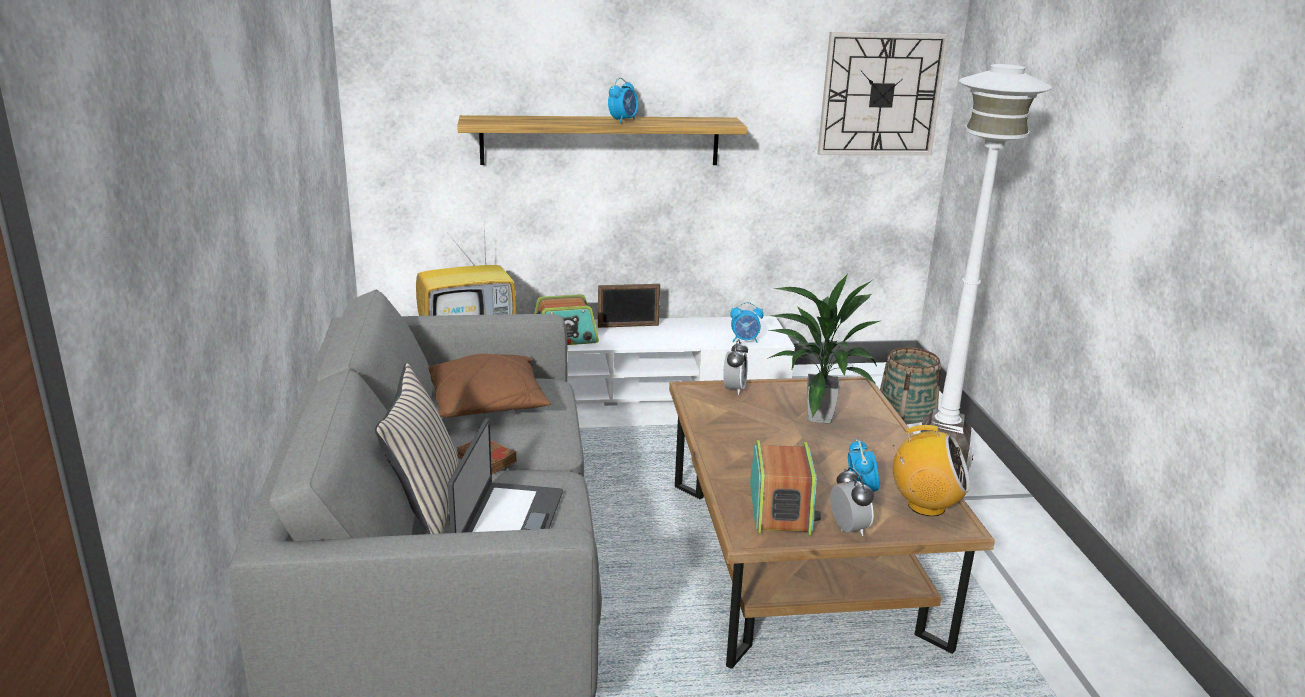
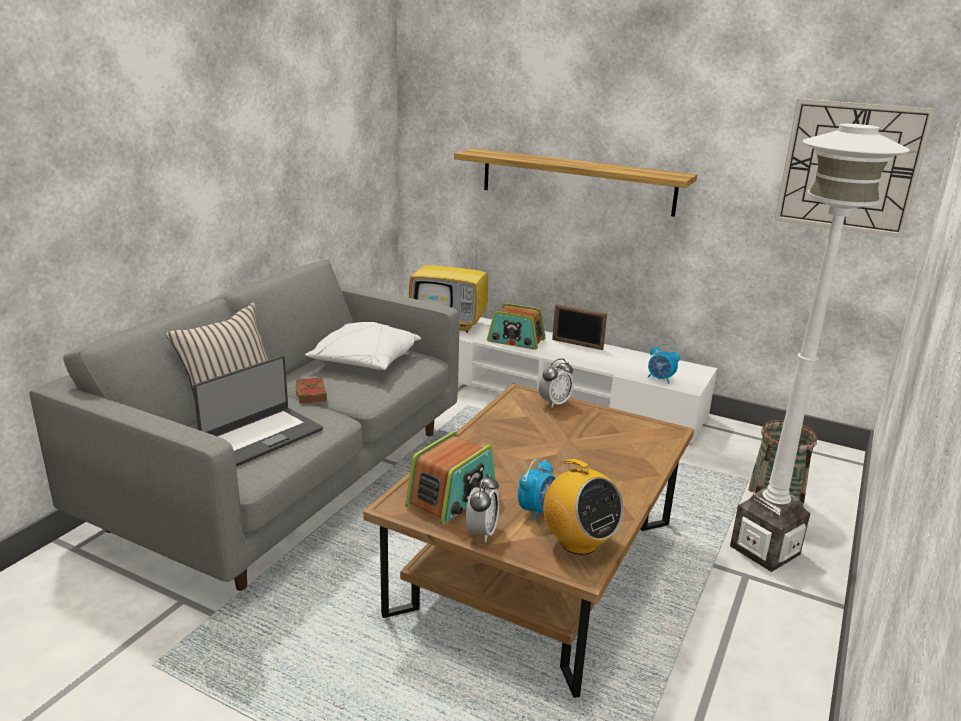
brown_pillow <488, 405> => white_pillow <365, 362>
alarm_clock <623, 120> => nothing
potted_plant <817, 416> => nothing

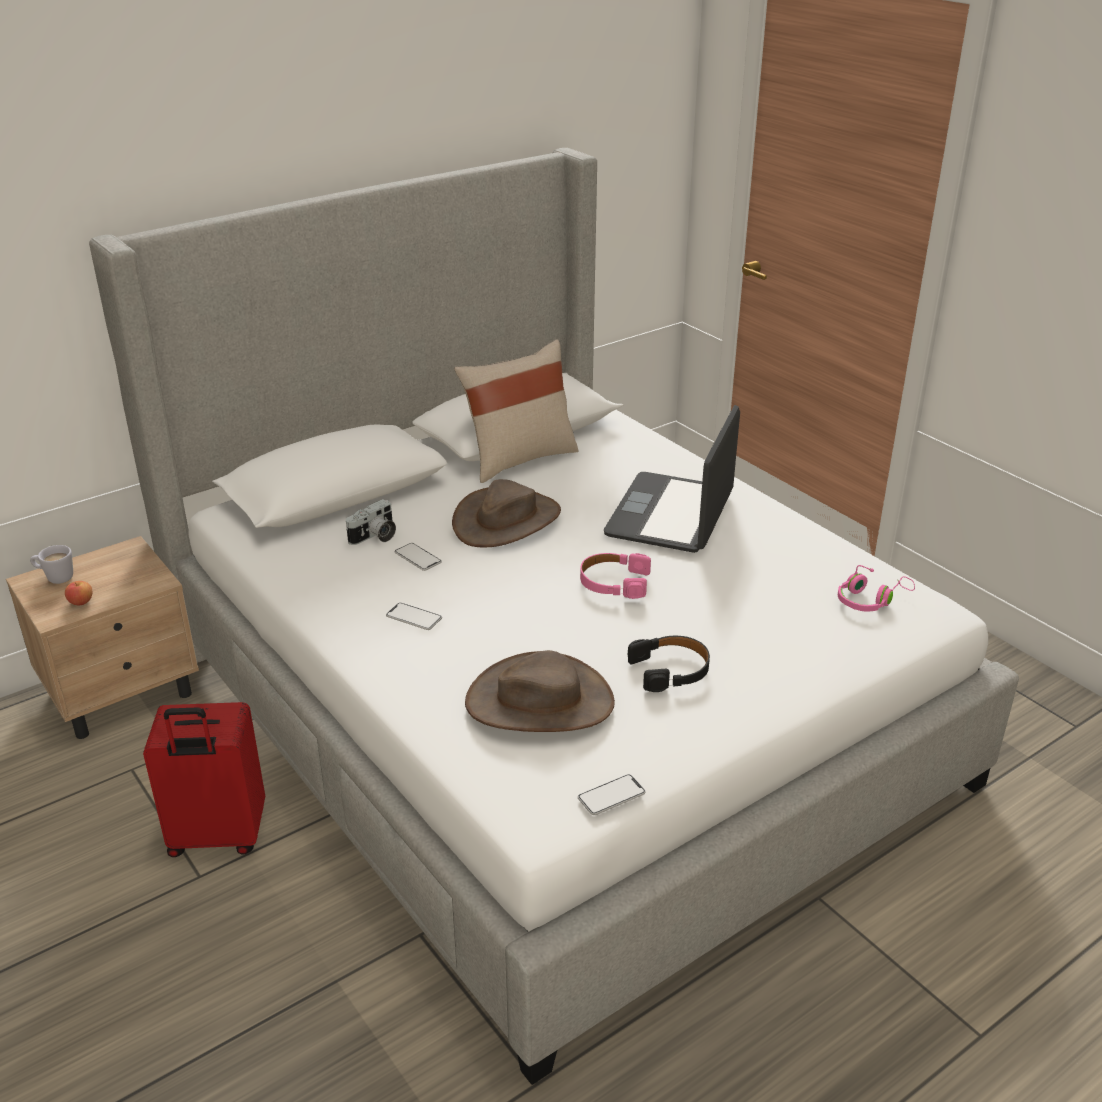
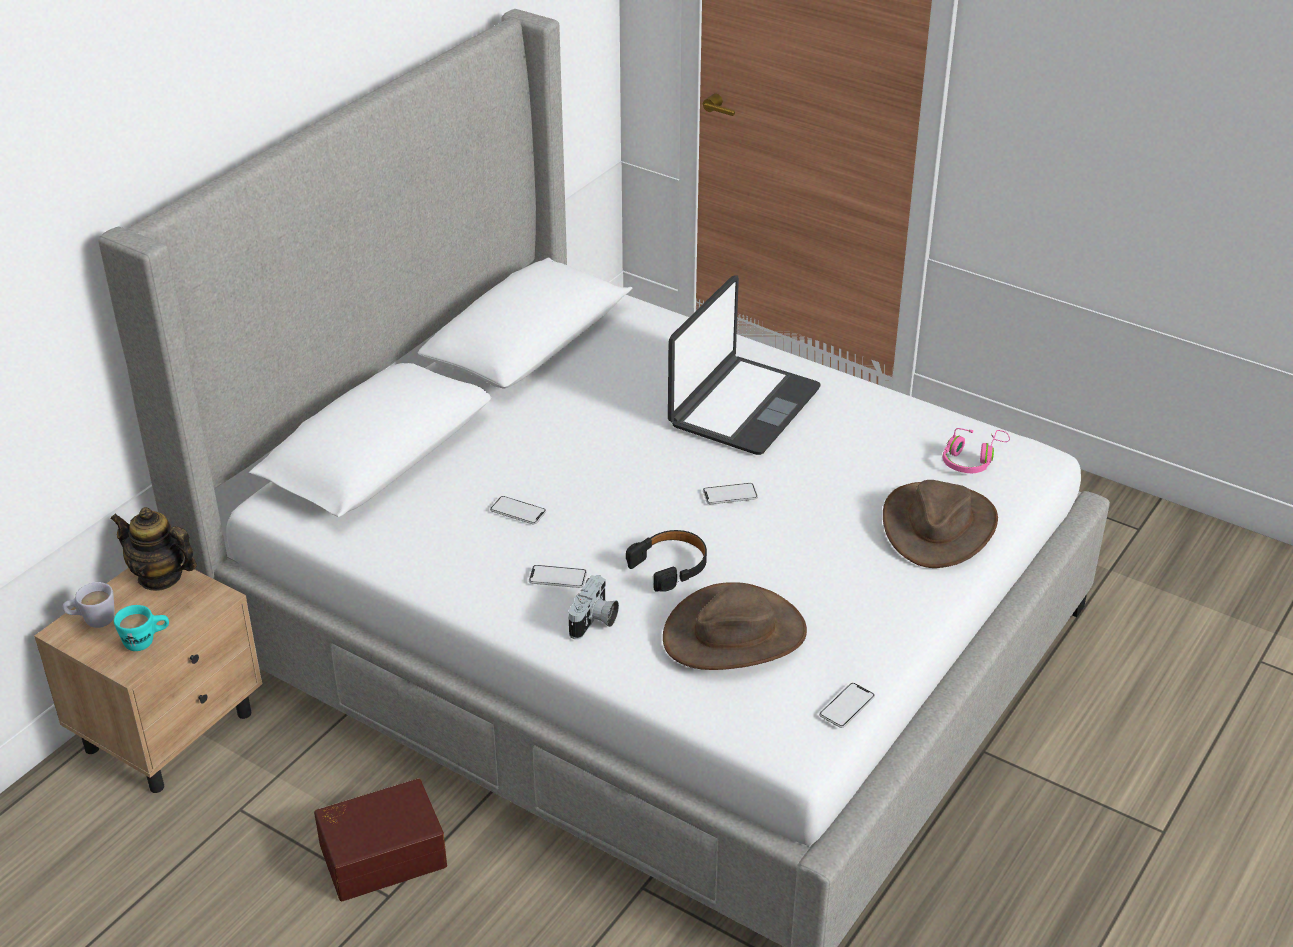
apple <81, 602> => turquoise_mug <146, 641>
red_suitcase <217, 837> => brown_storage_box <382, 853>
photo_camera <375, 537> => photo_camera <594, 622>, moved
brown_hat <506, 520> => brown_hat <938, 525>, moved
beige_pillow <519, 458> => nothing
pink_headphones <614, 582> => phone <730, 495>
laptop <671, 515> => laptop <742, 407>, 150 degrees counterclockwise
black_headphones <670, 670> => black_headphones <670, 566>, moved
nothing => teapot <160, 576>

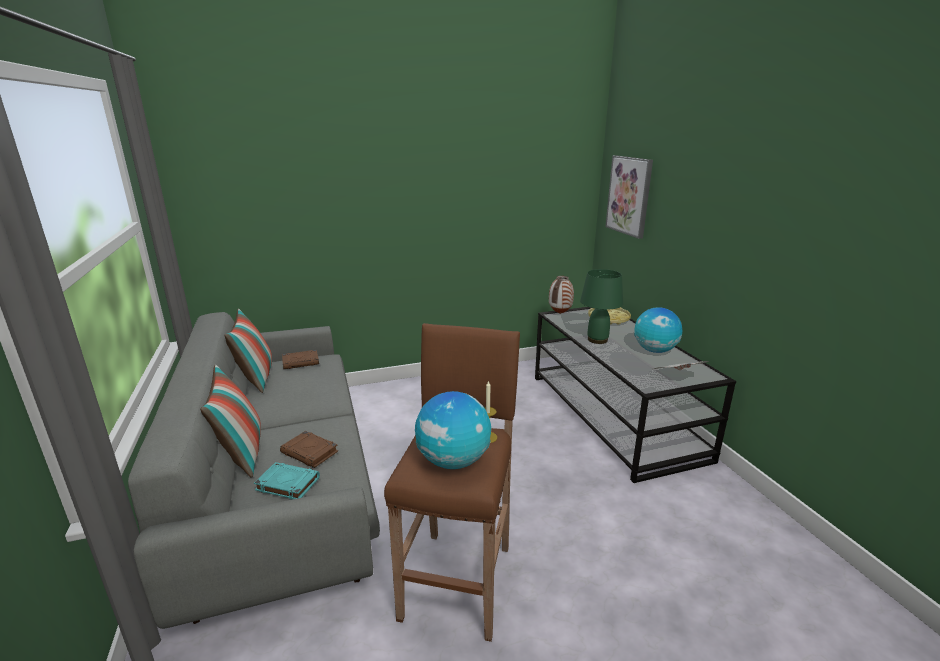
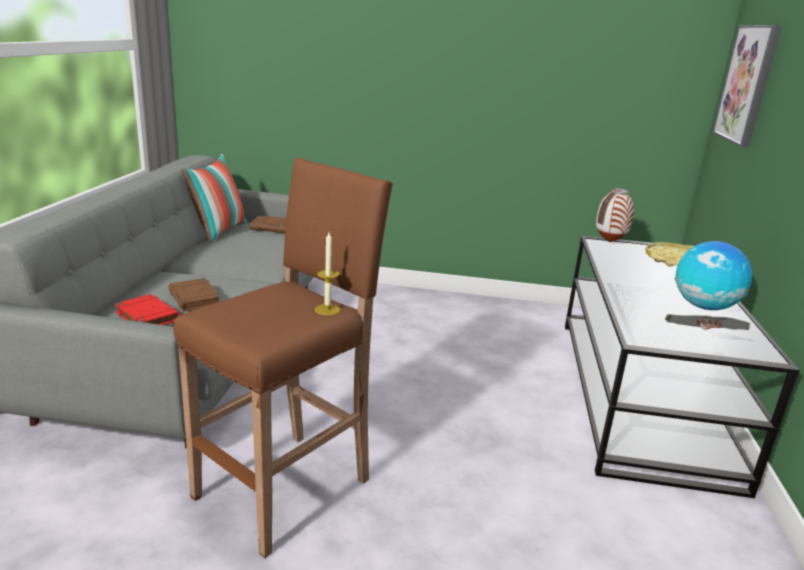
pillow <240, 454> => nothing
turquoise_book <287, 484> => red_book <147, 316>
globe <453, 461> => nothing
green_table_lamp <598, 340> => nothing

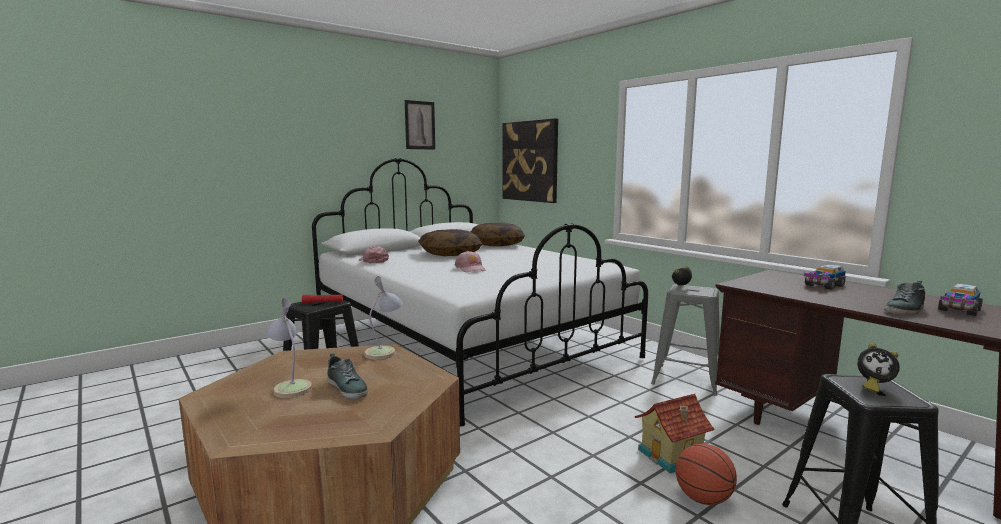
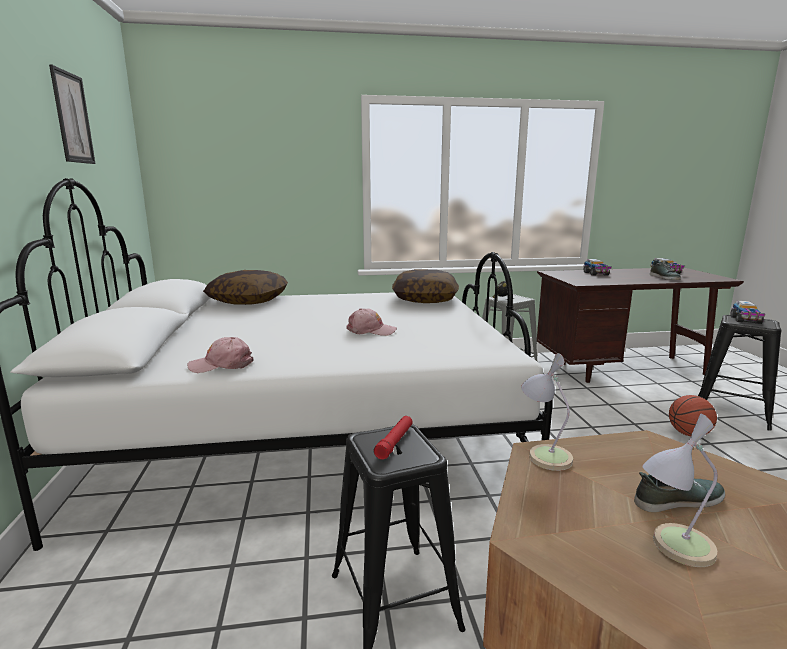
pillow <450, 254> => pillow <425, 299>, moved
picture <530, 161> => nothing
toy_house <672, 456> => nothing
alarm_clock <873, 386> => toy_truck <745, 320>

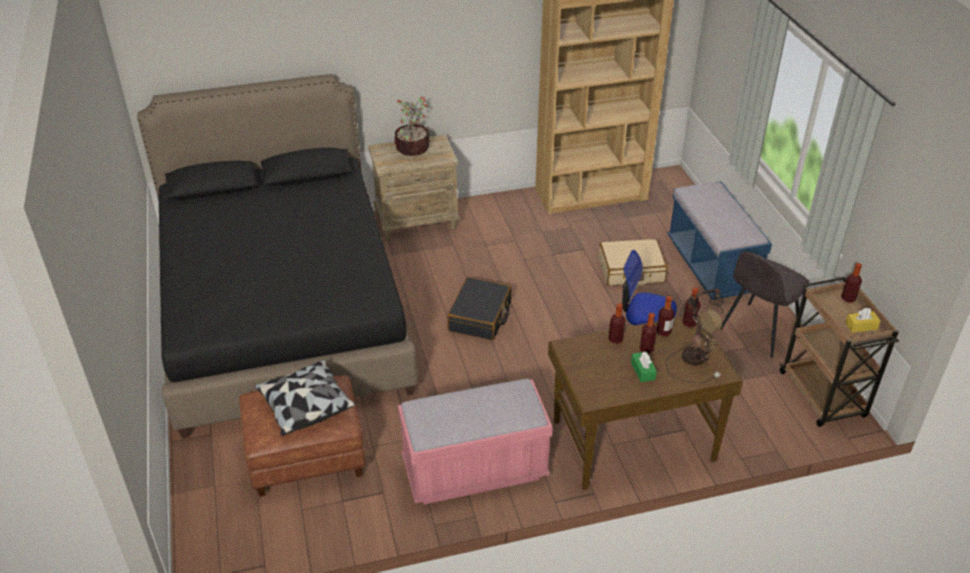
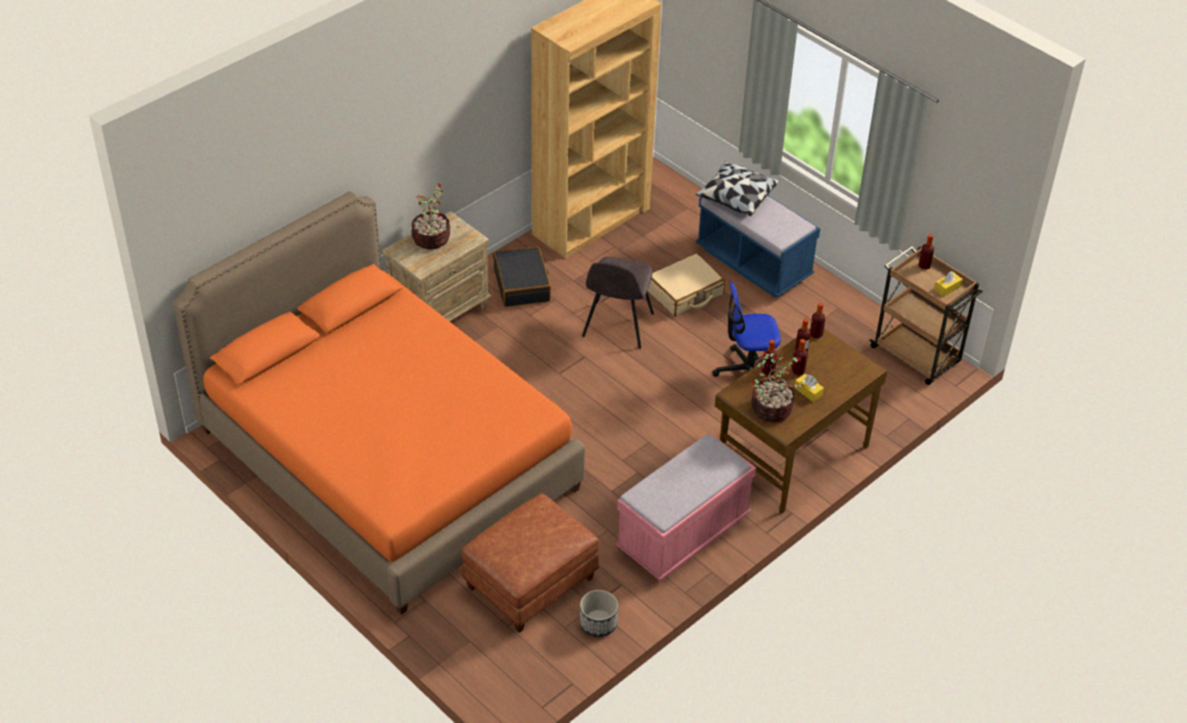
black_bed <283, 313> => orange_bed <388, 460>
pillow <305, 406> => pillow <736, 197>, moved
black_suitcase <480, 317> => black_suitcase <522, 284>, moved
green_tissue_box <642, 371> => yellow_tissue_box <808, 391>
table_lamp <693, 356> => nothing
grey_chair <758, 331> => grey_chair <617, 326>, moved
nothing => planter <598, 623>
nothing => potted_plant <773, 409>

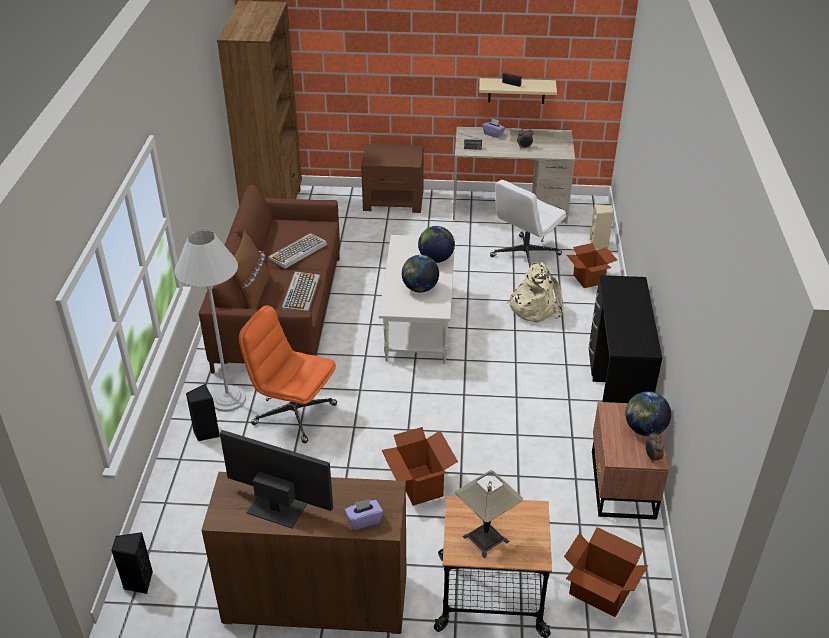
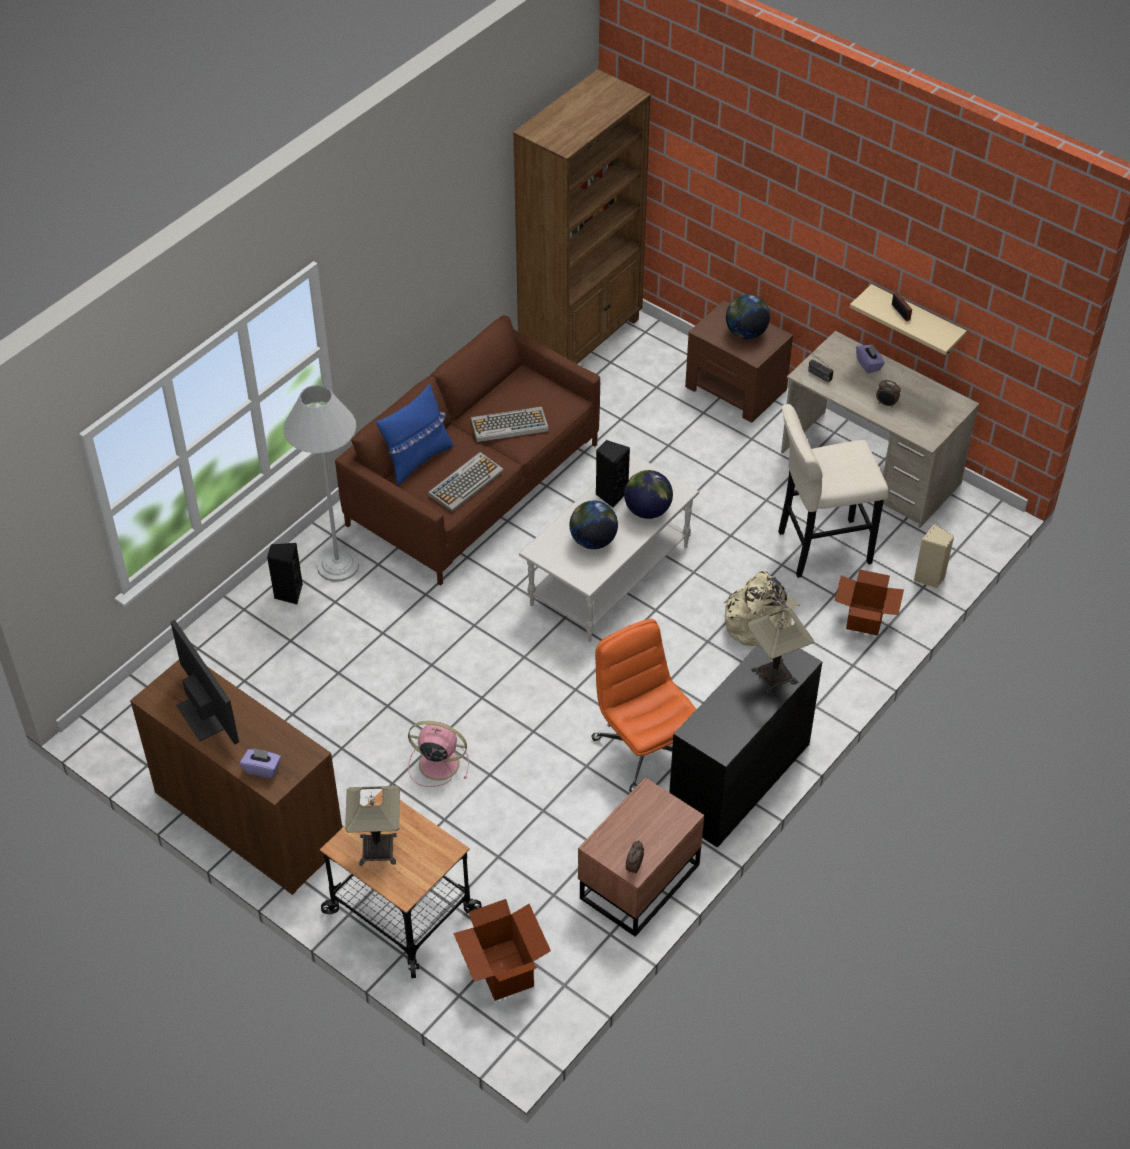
black_speaker <138, 582> => black_speaker <611, 494>, moved
brown_pillow <253, 294> => blue_pillow <417, 459>
orange_office_chair <293, 414> => orange_office_chair <644, 749>, moved
cardboard_box <419, 485> => pink_fan <437, 763>
white_office_chair <525, 256> => beige_stool <819, 548>
globe <644, 429> => globe <746, 333>, moved
nothing => table_lamp <774, 676>

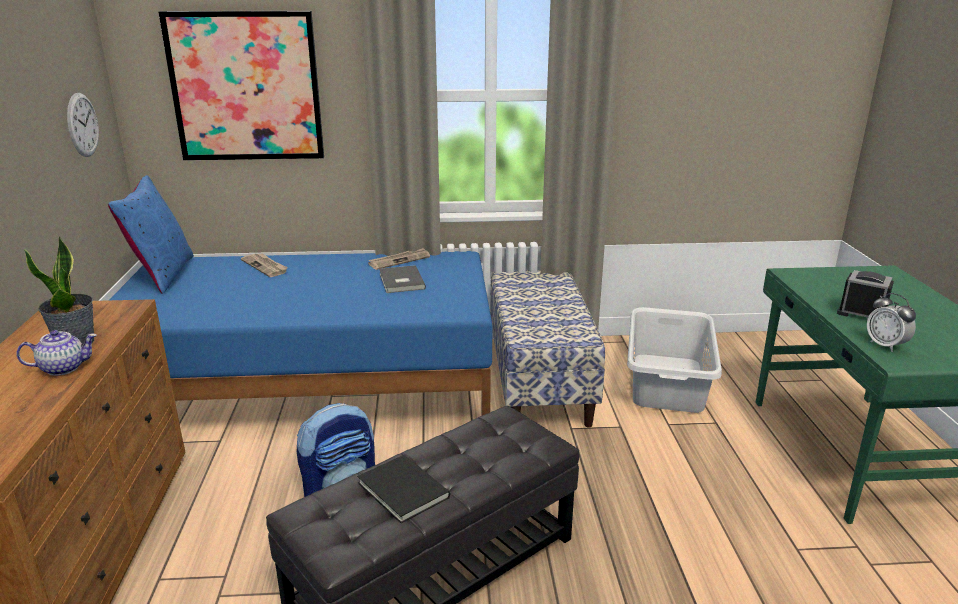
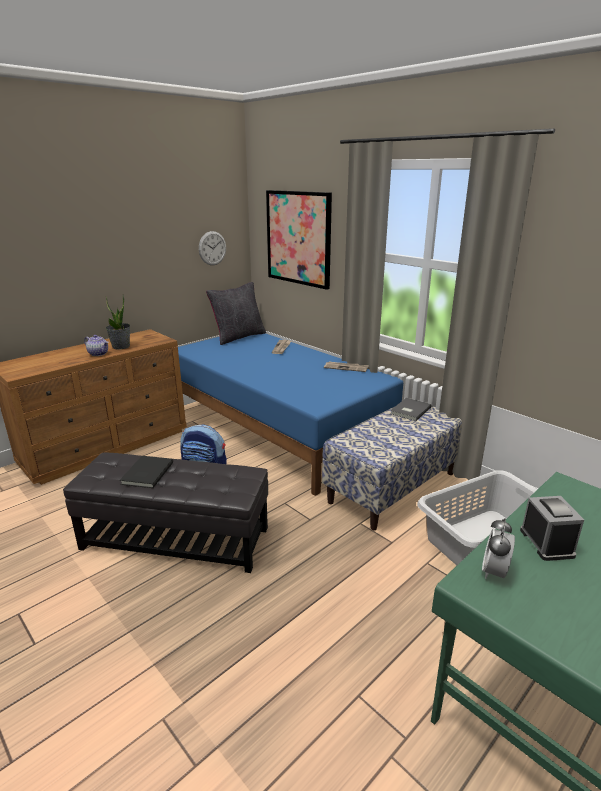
blue_pillow <162, 274> => black_pillow <238, 337>
grey_book <400, 281> => grey_book <409, 410>, moved

